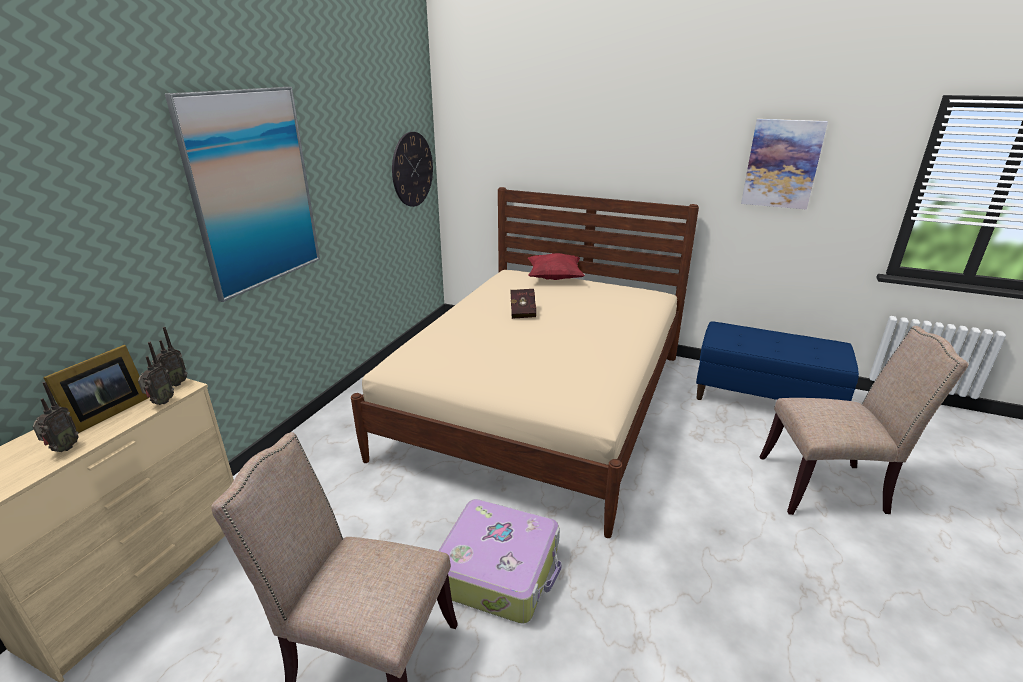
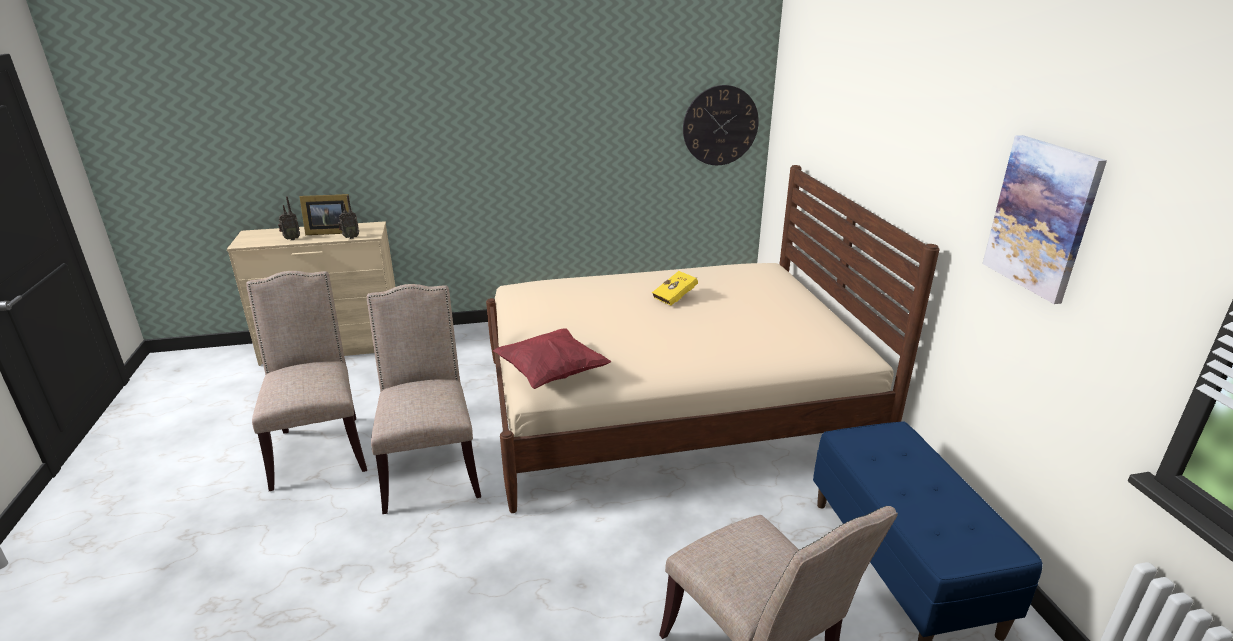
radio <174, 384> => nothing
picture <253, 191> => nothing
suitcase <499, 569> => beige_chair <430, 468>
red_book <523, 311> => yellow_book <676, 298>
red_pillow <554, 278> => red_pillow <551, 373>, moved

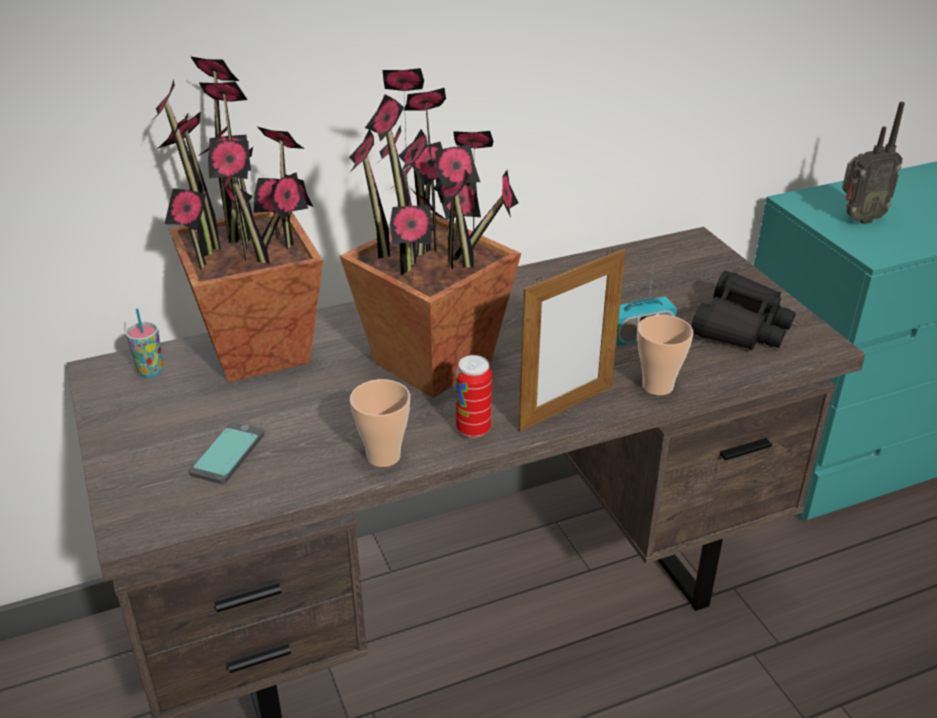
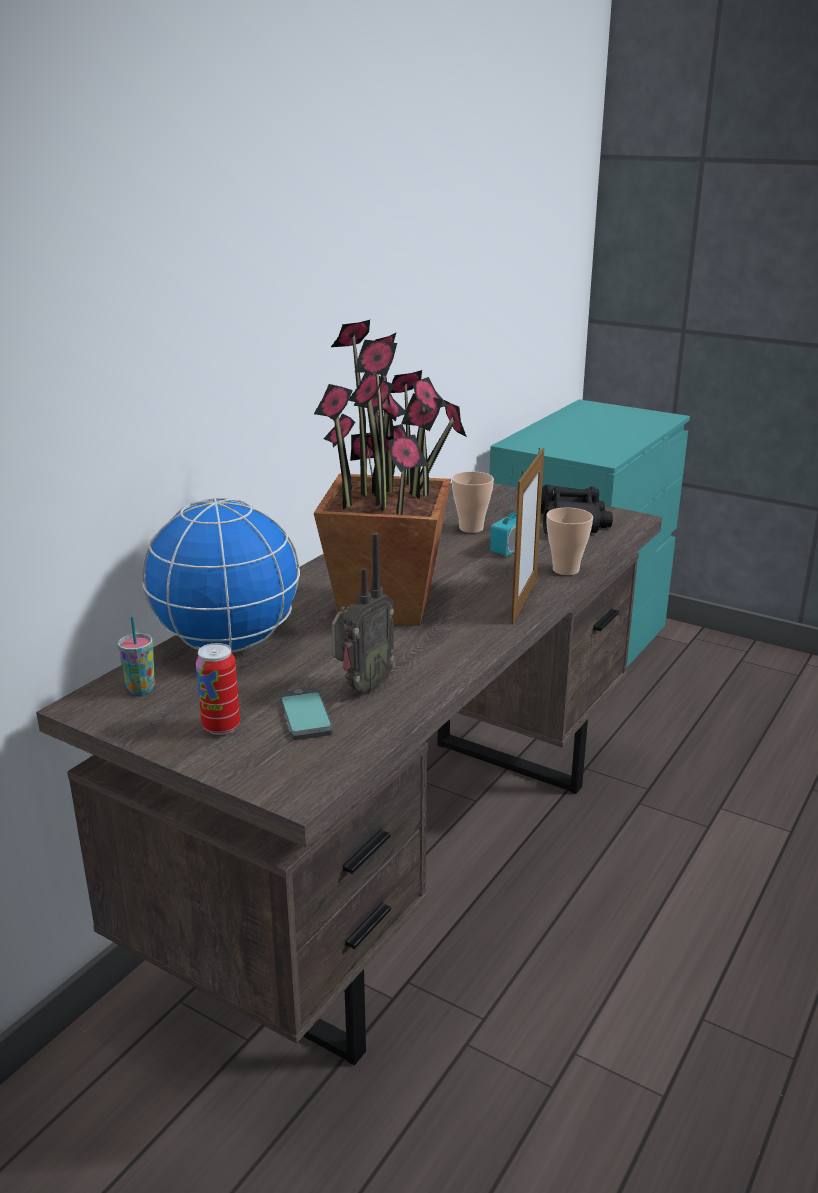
potted_plant <260, 351> => globe <226, 644>
cup <383, 456> => cup <471, 528>, moved
can <473, 429> => can <221, 727>, moved
radio <858, 219> => radio <362, 687>, moved

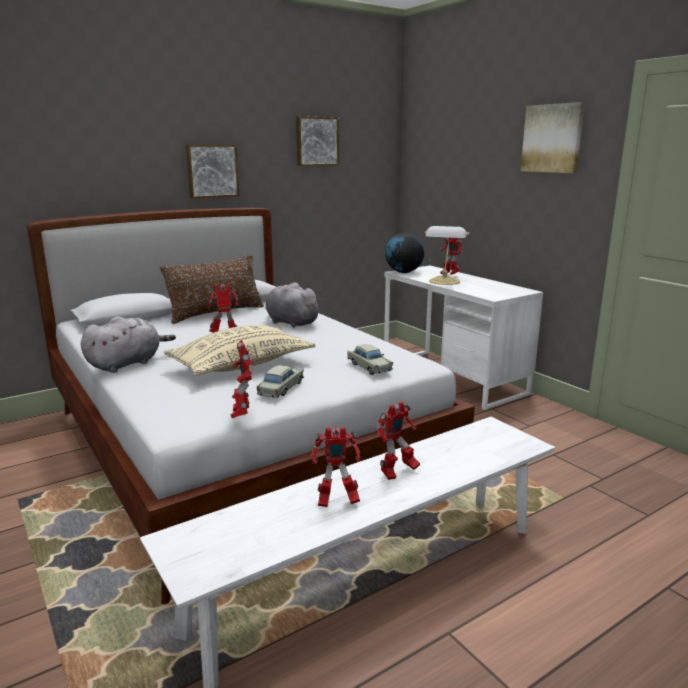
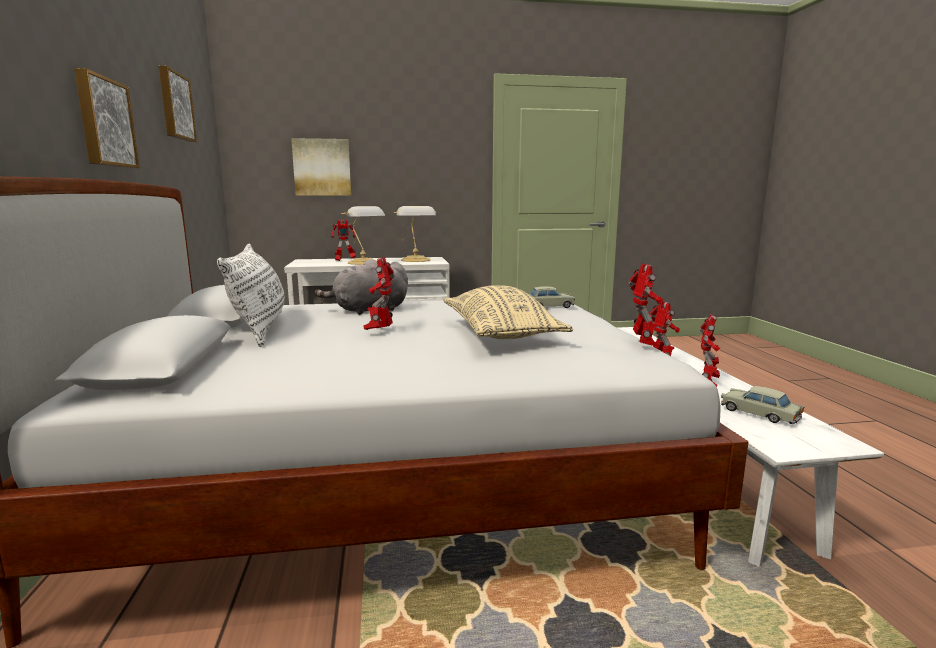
grey_plush_toy <127, 364> => nothing
brown_pillow <216, 313> => white_pillow <260, 328>
toy_robot <241, 414> => toy_robot <644, 344>, 105 degrees counterclockwise
beige_toy_car <280, 388> => beige_toy_car <759, 414>, moved
globe <403, 272> => nothing
picture <552, 138> => picture <322, 167>, moved
nothing => table_lamp <416, 260>

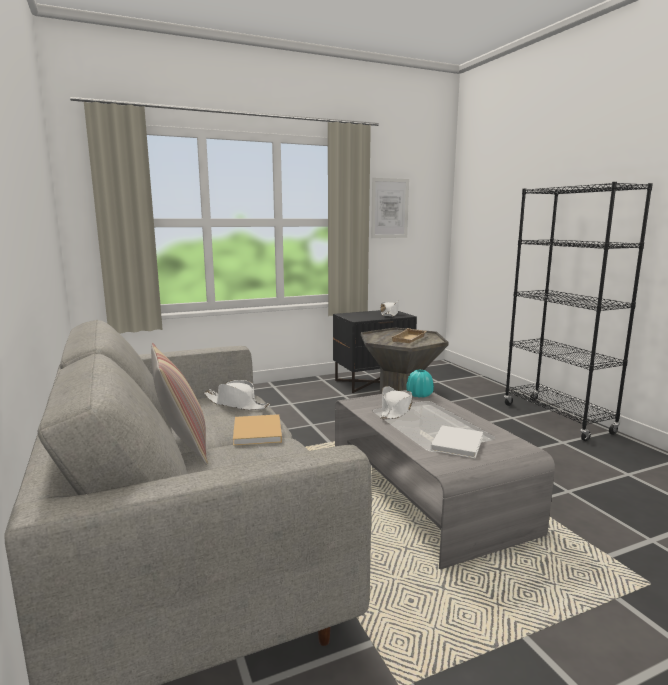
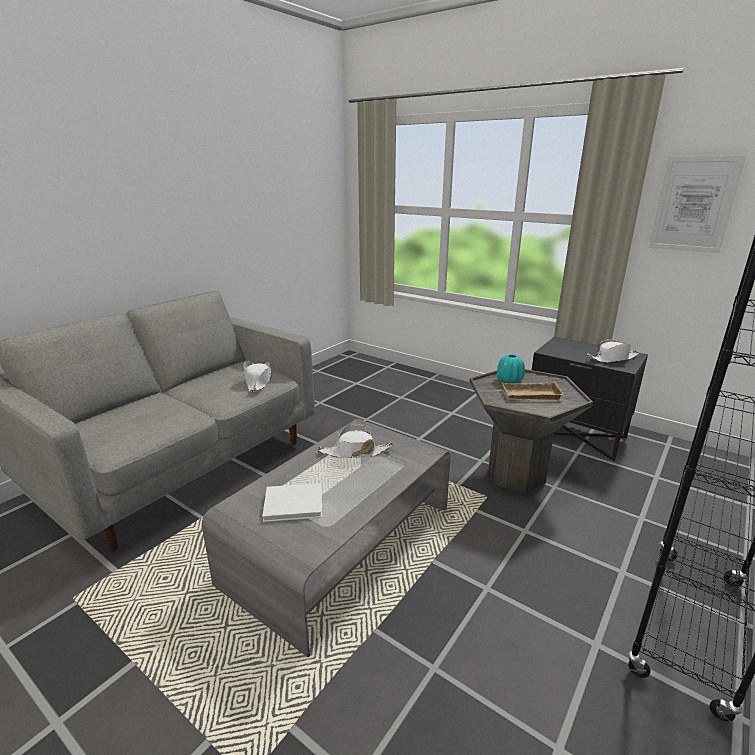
pillow <182, 445> => nothing
beige_book <257, 433> => nothing
turquoise_vase <419, 395> => turquoise_vase <509, 380>, moved

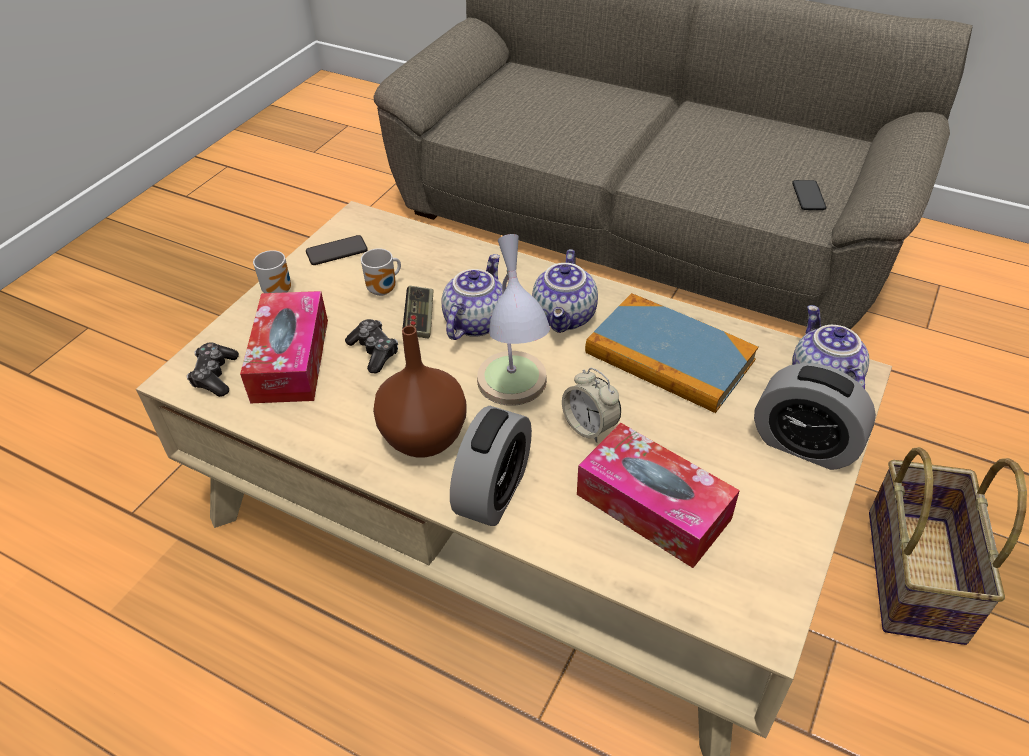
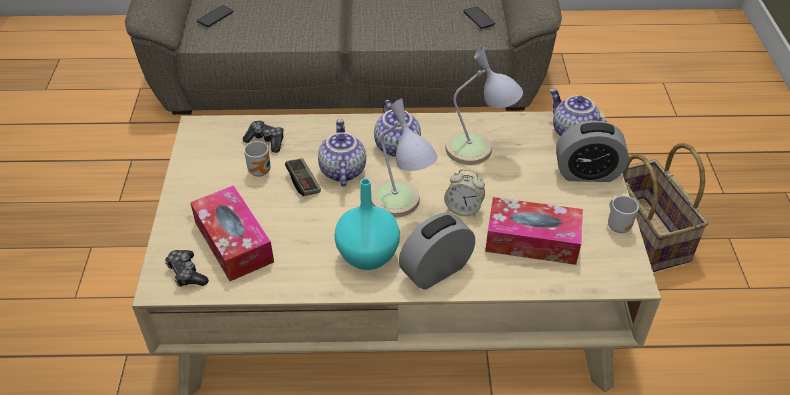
mug <280, 290> => mug <618, 226>, moved
phone <337, 251> => phone <215, 17>, moved
game_controller <374, 351> => game_controller <266, 141>, moved
brown_vase <424, 439> => turquoise_vase <368, 257>
alarm_clock <493, 492> => alarm_clock <436, 270>, 120 degrees counterclockwise
book <669, 357> => table_lamp <479, 150>

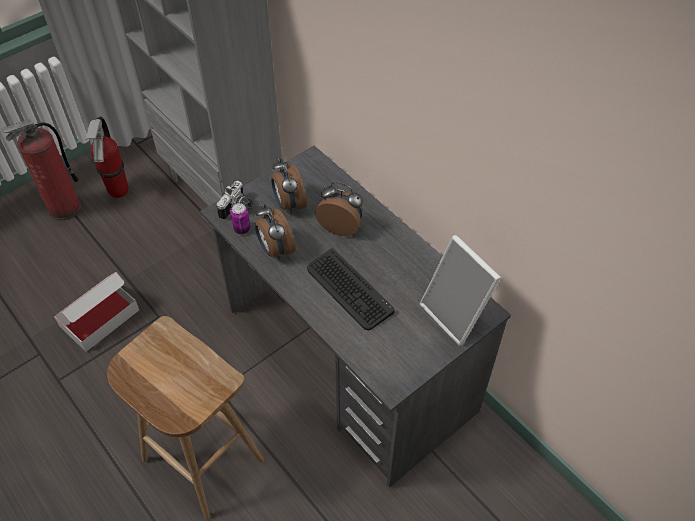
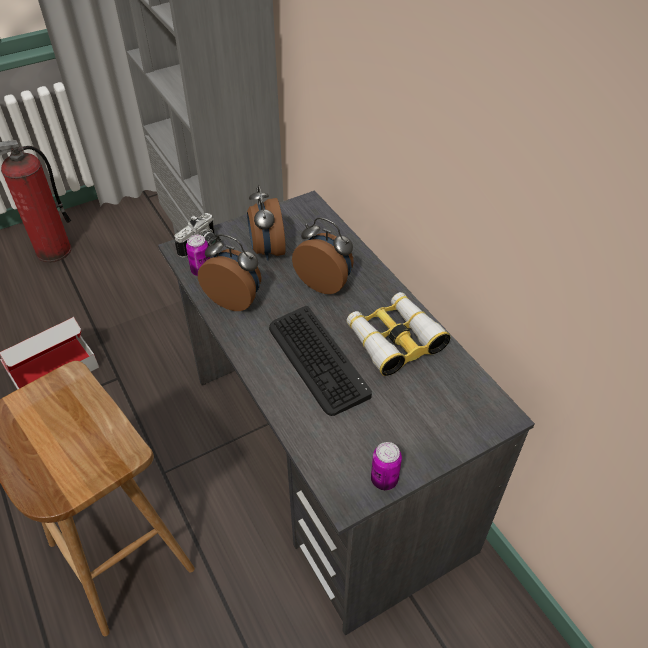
fire_extinguisher <118, 191> => nothing
alarm_clock <275, 249> => alarm_clock <235, 299>, 135 degrees clockwise
picture_frame <456, 314> => nothing
nothing => binoculars <394, 339>
nothing => can <384, 480>

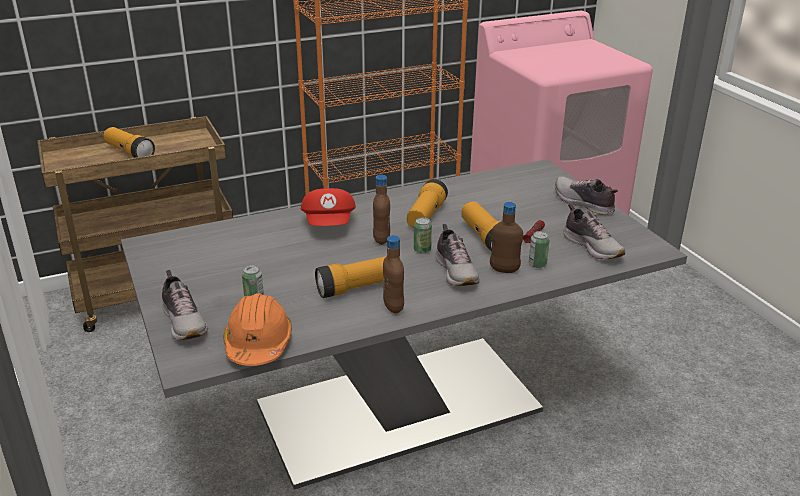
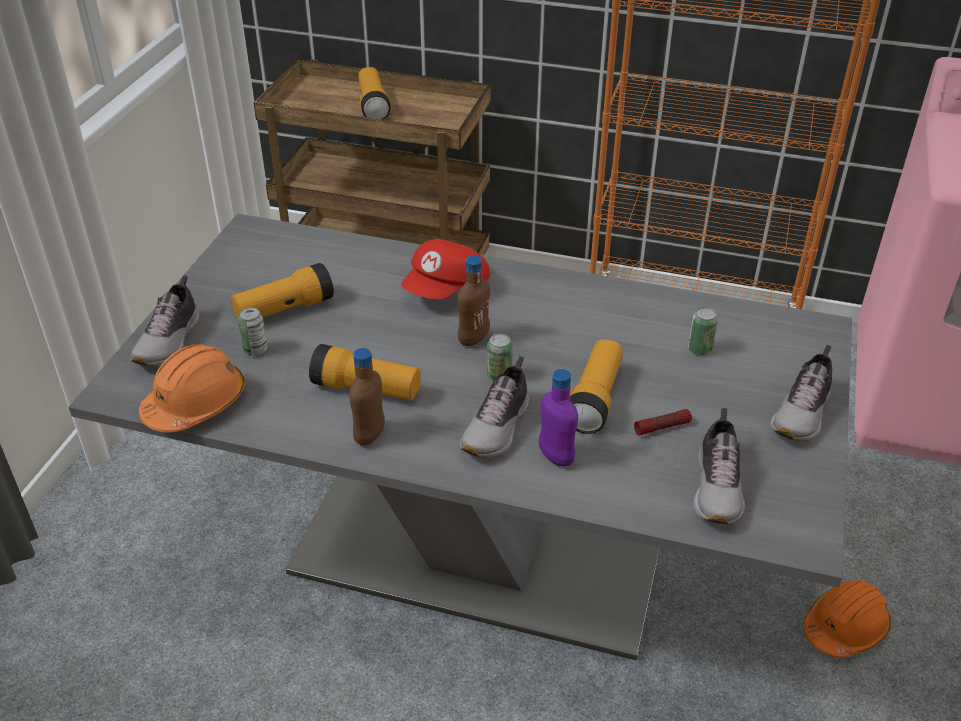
flashlight <426, 216> => flashlight <284, 309>, moved
brown_bottle <504, 270> => purple_bottle <555, 457>
can <537, 264> => can <699, 349>, moved
shoe <583, 203> => shoe <802, 413>, 150 degrees counterclockwise
nothing => orange_hard_hat <844, 627>

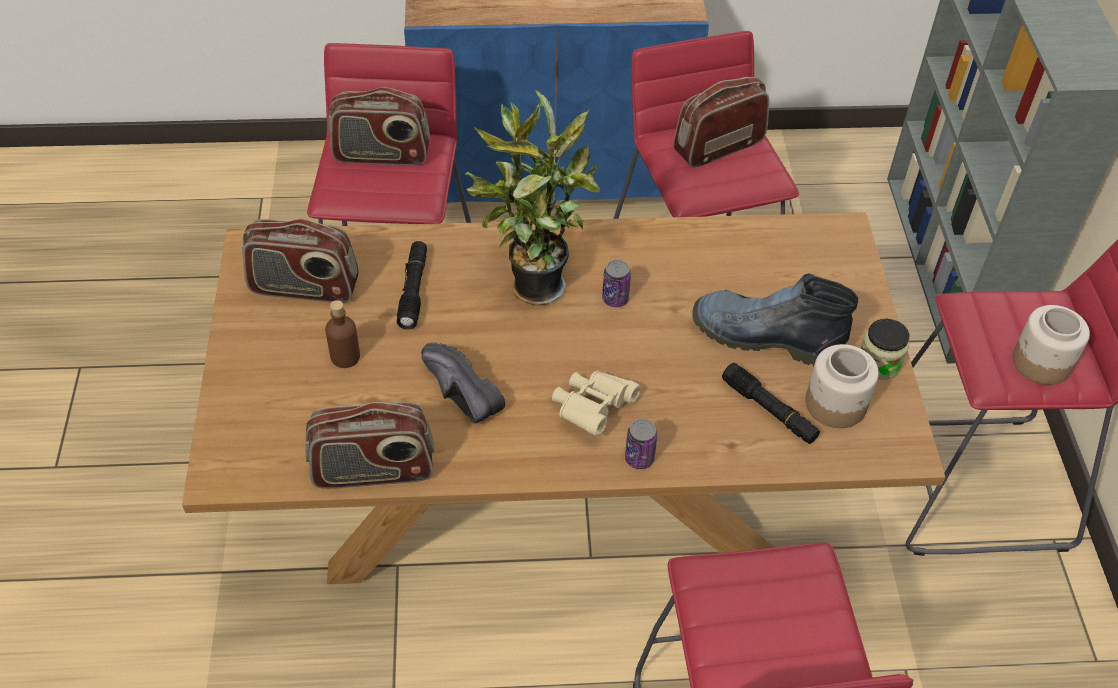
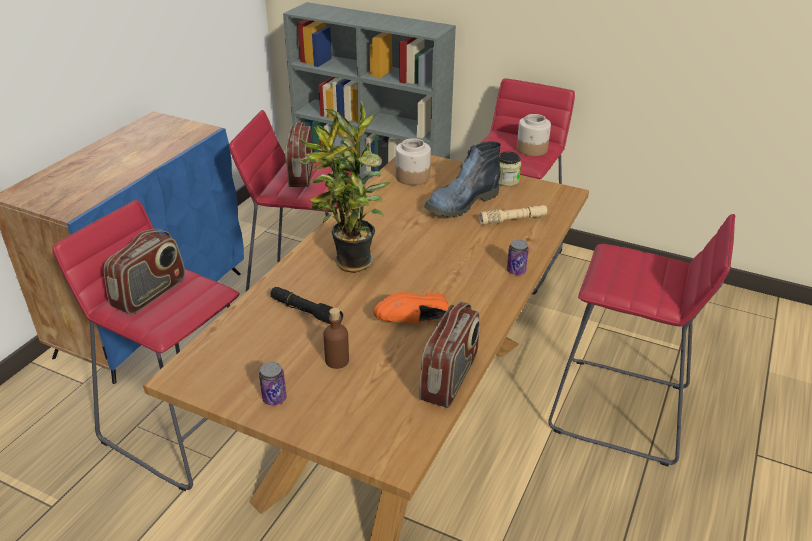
radio <304, 288> => nothing
black_shoe <456, 396> => orange_shoe <415, 322>
beige_binoculars <592, 409> => nothing
can <615, 299> => can <274, 398>, moved
black_flashlight <769, 410> => beige_flashlight <513, 220>
jar <836, 404> => jar <413, 177>, moved

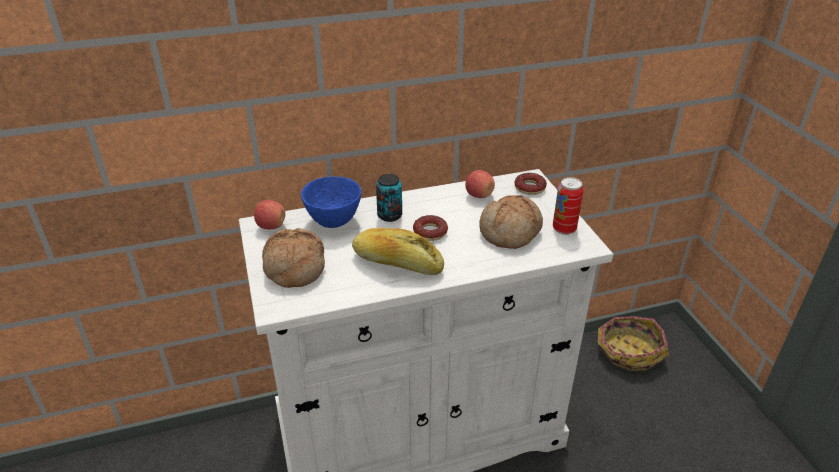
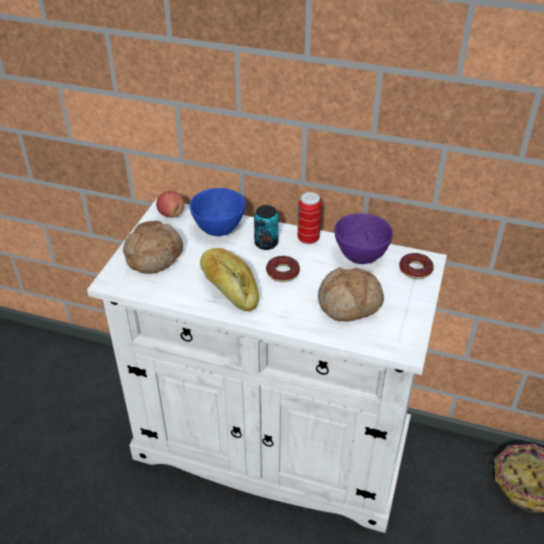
apple <479, 195> => purple_bowl <360, 257>
can <564, 229> => can <308, 239>, moved

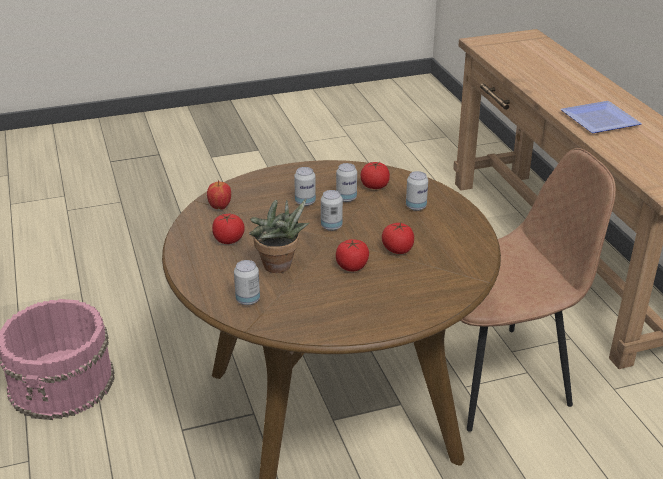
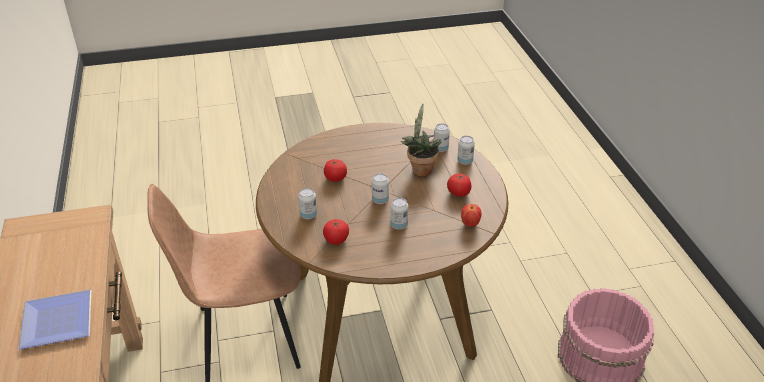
can <346, 198> => can <465, 161>, moved
tomato <352, 266> => nothing

